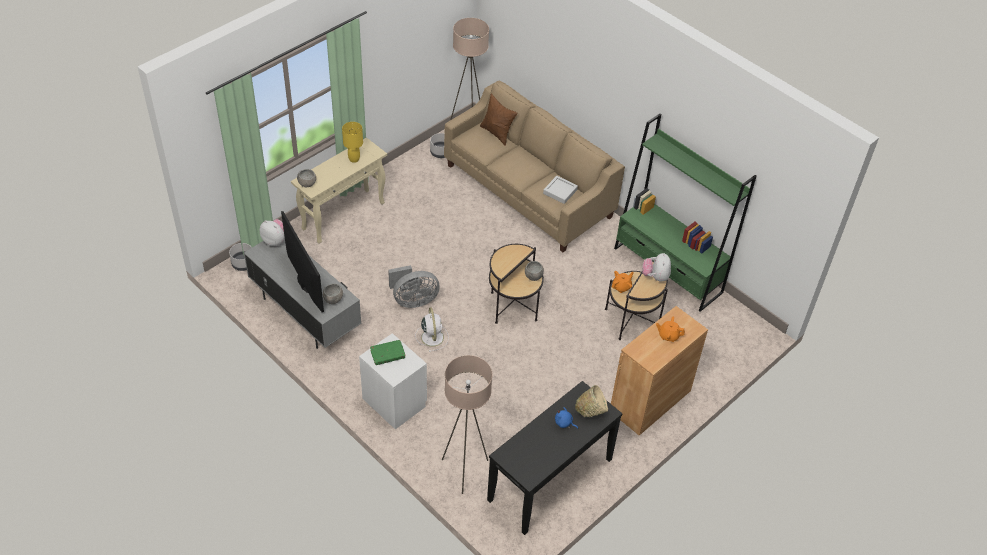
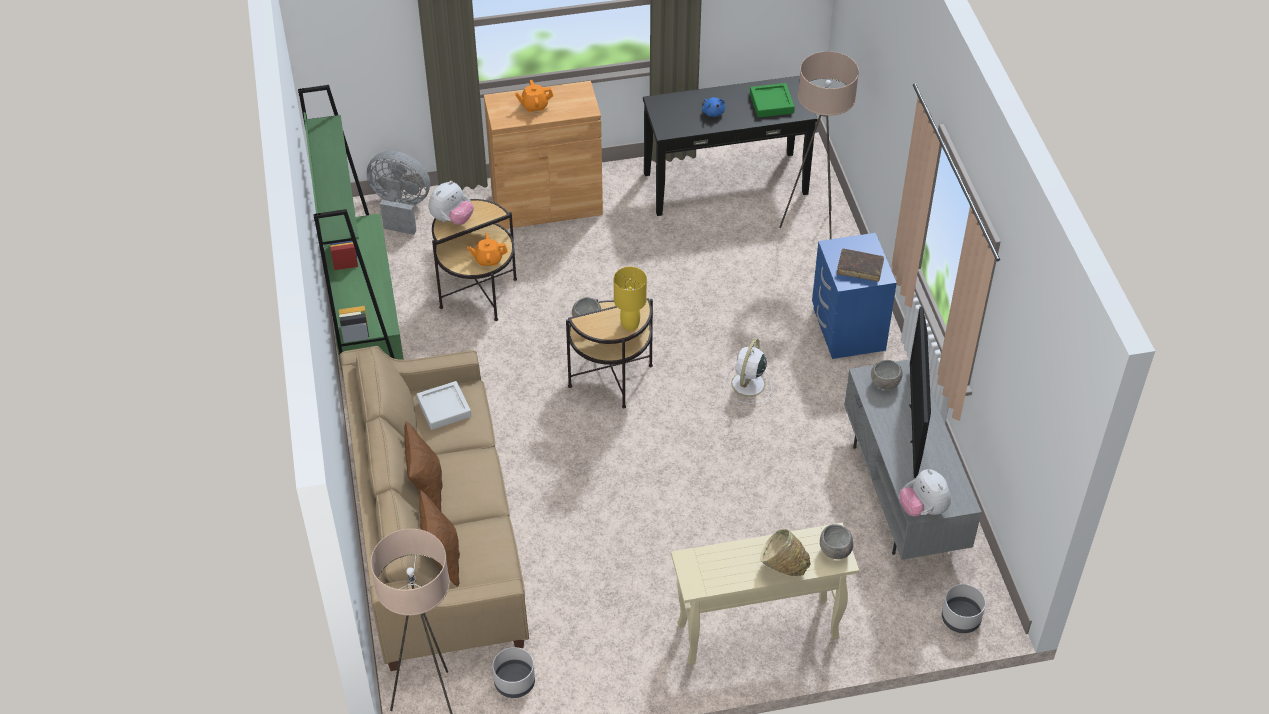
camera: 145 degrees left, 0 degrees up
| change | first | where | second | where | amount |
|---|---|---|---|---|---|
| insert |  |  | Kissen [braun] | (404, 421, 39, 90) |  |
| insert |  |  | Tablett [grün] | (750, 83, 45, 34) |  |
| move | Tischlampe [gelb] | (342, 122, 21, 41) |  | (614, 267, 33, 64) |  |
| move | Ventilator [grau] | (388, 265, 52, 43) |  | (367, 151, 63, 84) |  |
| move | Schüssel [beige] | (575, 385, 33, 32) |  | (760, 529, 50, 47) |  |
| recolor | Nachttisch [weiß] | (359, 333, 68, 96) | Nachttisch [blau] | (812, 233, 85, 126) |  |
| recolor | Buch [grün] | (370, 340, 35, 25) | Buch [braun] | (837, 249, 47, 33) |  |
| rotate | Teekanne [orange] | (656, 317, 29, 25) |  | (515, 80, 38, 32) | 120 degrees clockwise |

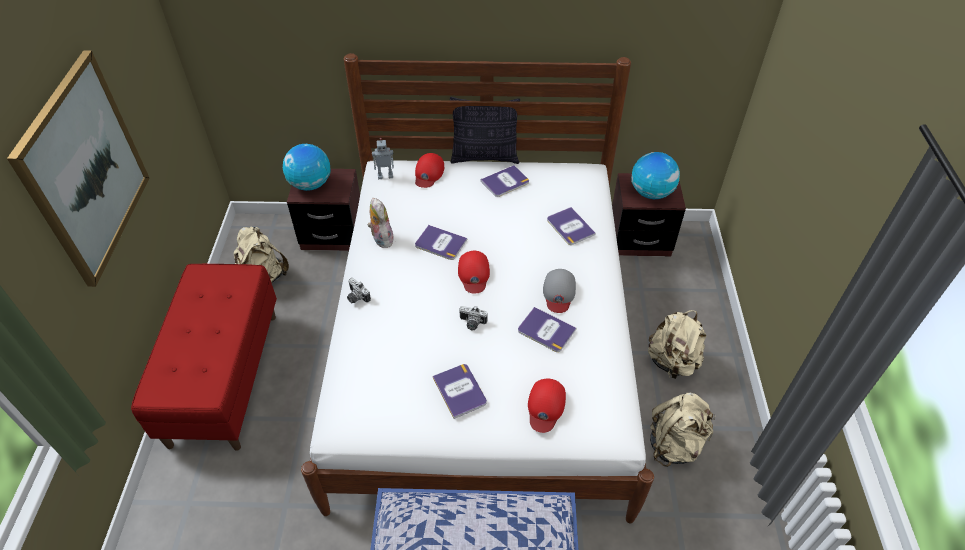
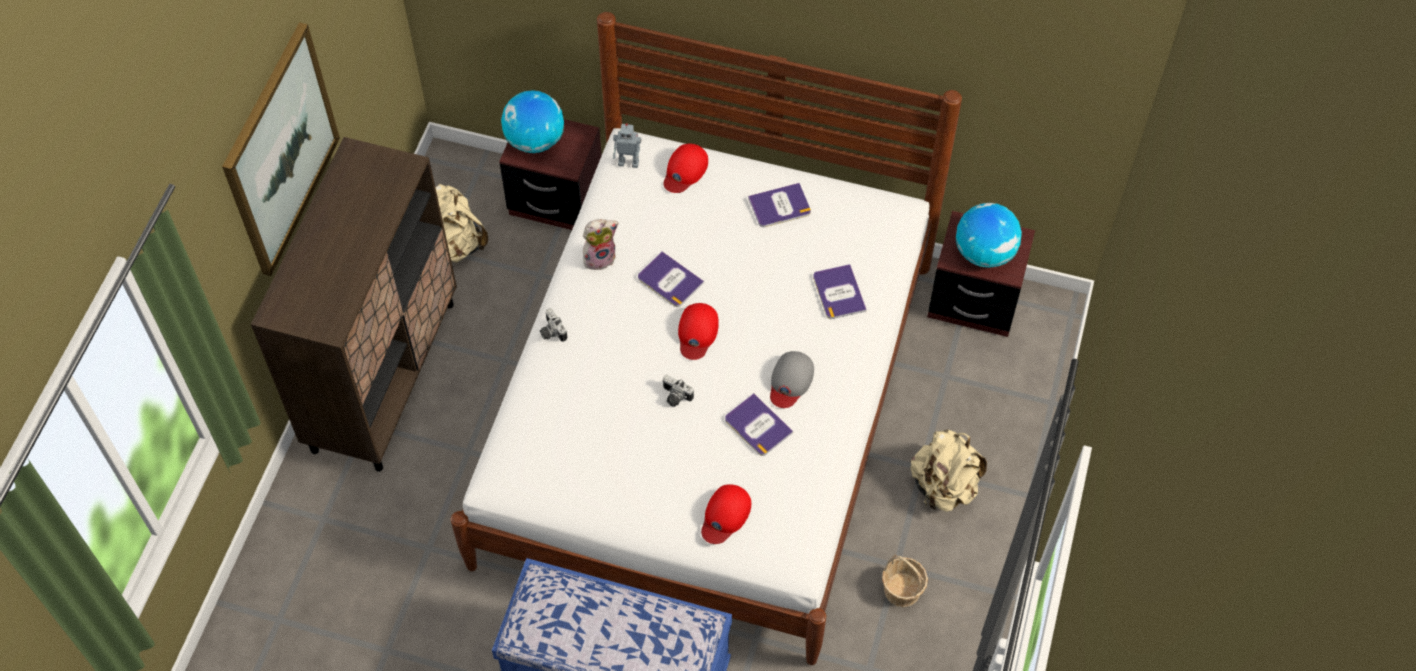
camera: 15 degrees right, 10 degrees up
| change | first | where | second | where | amount |
|---|---|---|---|---|---|
| delete | Buch | (433, 364, 54, 55) |  |  |  |
| delete | Kissen | (450, 97, 70, 67) |  |  |  |
| replace | Bank [rot] | (131, 264, 146, 187) | Schrank [braun] | (251, 137, 206, 335) |  |
| replace | Rucksack [beige] | (650, 393, 65, 74) | Korb | (882, 555, 46, 52) |  |
| rotate | Plüschtier | (367, 198, 27, 50) |  | (583, 219, 36, 51) | 75 degrees clockwise |

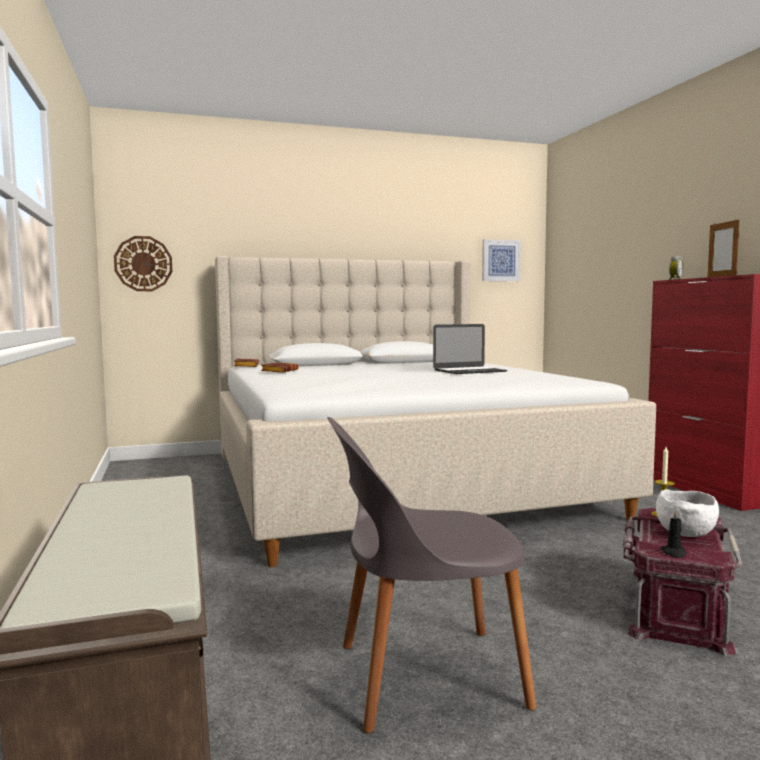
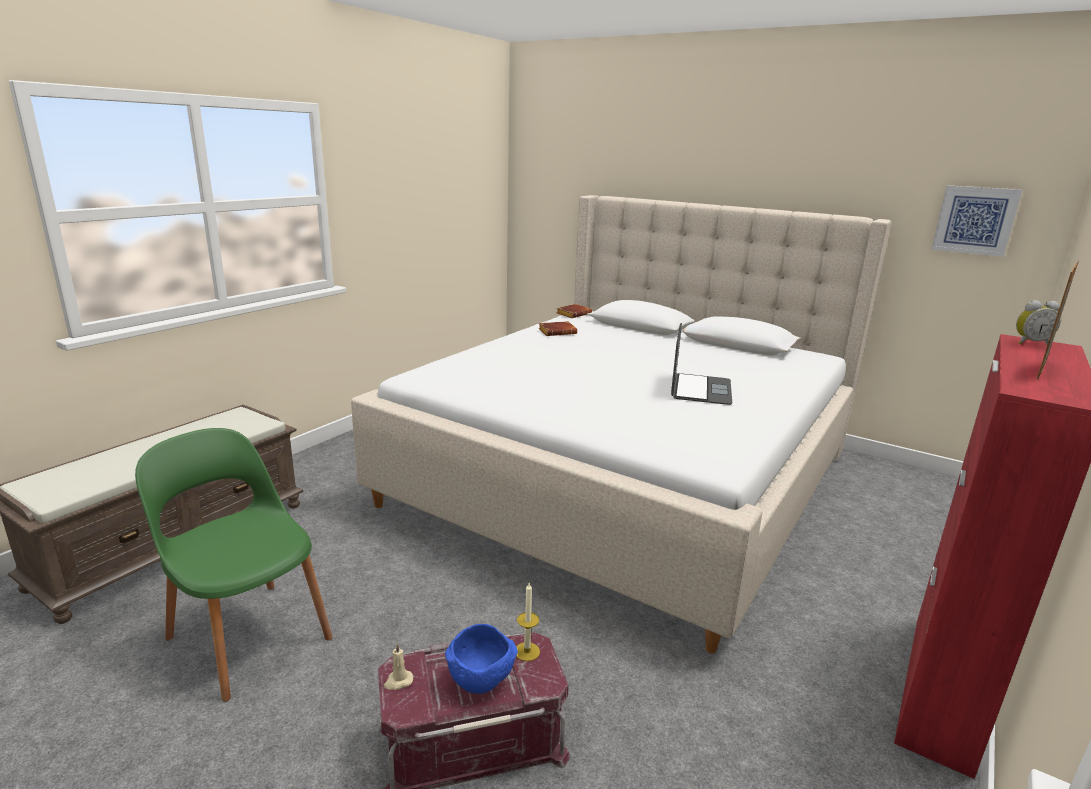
camera: 50 degrees right, 15 degrees up
| change | first | where | second | where | amount |
|---|---|---|---|---|---|
| delete | Wanduhr | (114, 236, 58, 55) |  |  |  |
| recolor | Stuhl [grau] | (327, 417, 210, 316) | Stuhl [grün] | (135, 428, 198, 274) |  |
| recolor | Schüssel [weiß] | (656, 489, 63, 48) | Schüssel [blau] | (445, 624, 73, 70) |  |
| recolor | Kerze [schwarz] | (661, 510, 25, 48) | Kerze [beige] | (384, 643, 29, 47) |  |
| rotate | Laptop | (433, 324, 74, 50) |  | (671, 323, 61, 82) | 105 degrees counterclockwise |

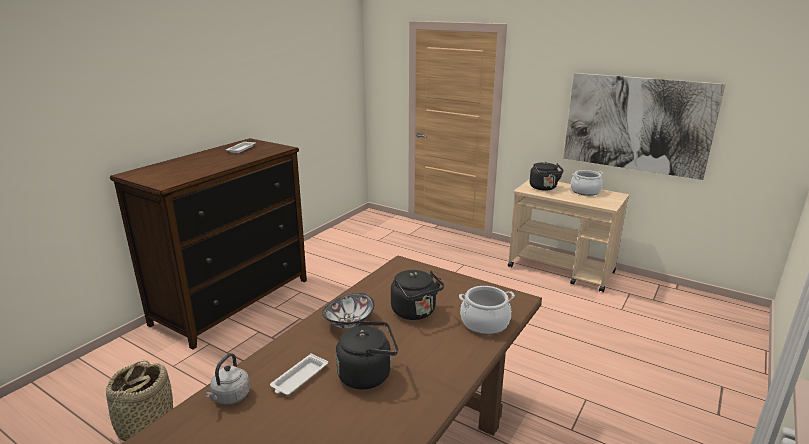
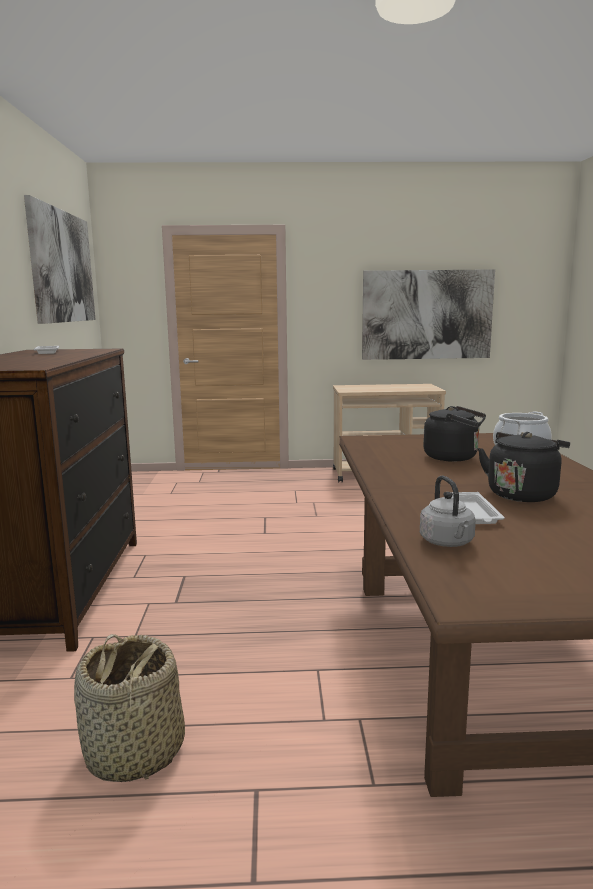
camera: 35 degrees left, 10 degrees down
| change | first | where | second | where | amount |
|---|---|---|---|---|---|
| delete | Schüssel | (322, 293, 52, 35) |  |  |  |
| delete | Wasserkessel [schwarz] | (530, 162, 34, 29) |  |  |  |
| delete | Kochtopf | (571, 170, 32, 26) |  |  |  |
| insert |  |  | Bild | (24, 195, 72, 129) |  |

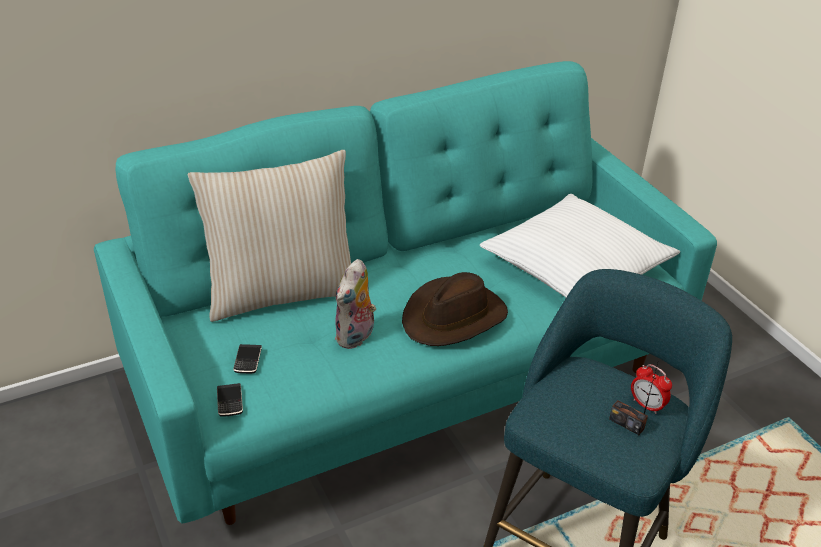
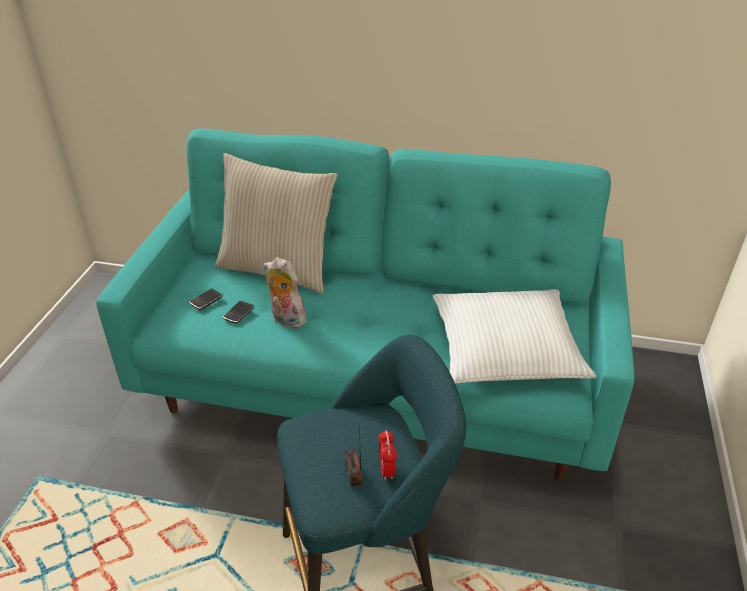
camera: 40 degrees right, 0 degrees up
| change | first | where | second | where | amount |
|---|---|---|---|---|---|
| delete | Hut [braun] | (402, 272, 106, 74) |  |  |  |
| move | Handy | (217, 383, 26, 34) |  | (223, 301, 31, 23) |  |
| rotate | Plüschtier | (335, 259, 41, 90) |  | (264, 257, 45, 71) | 60 degrees clockwise |

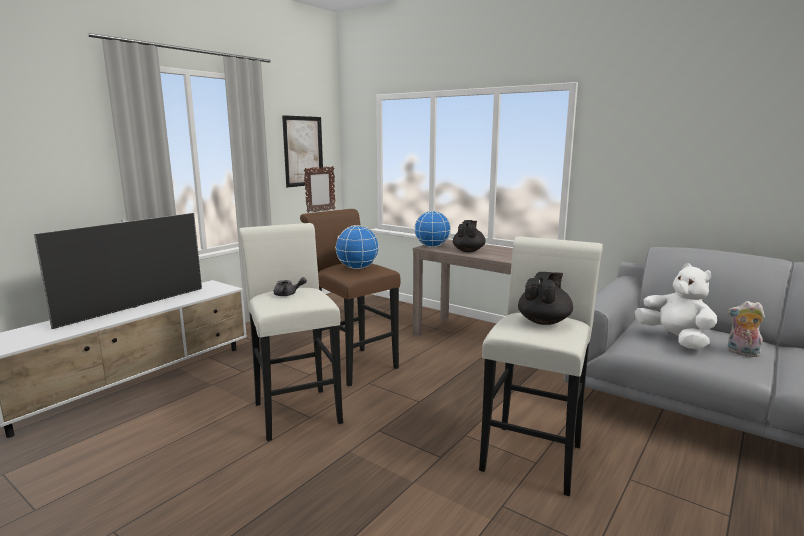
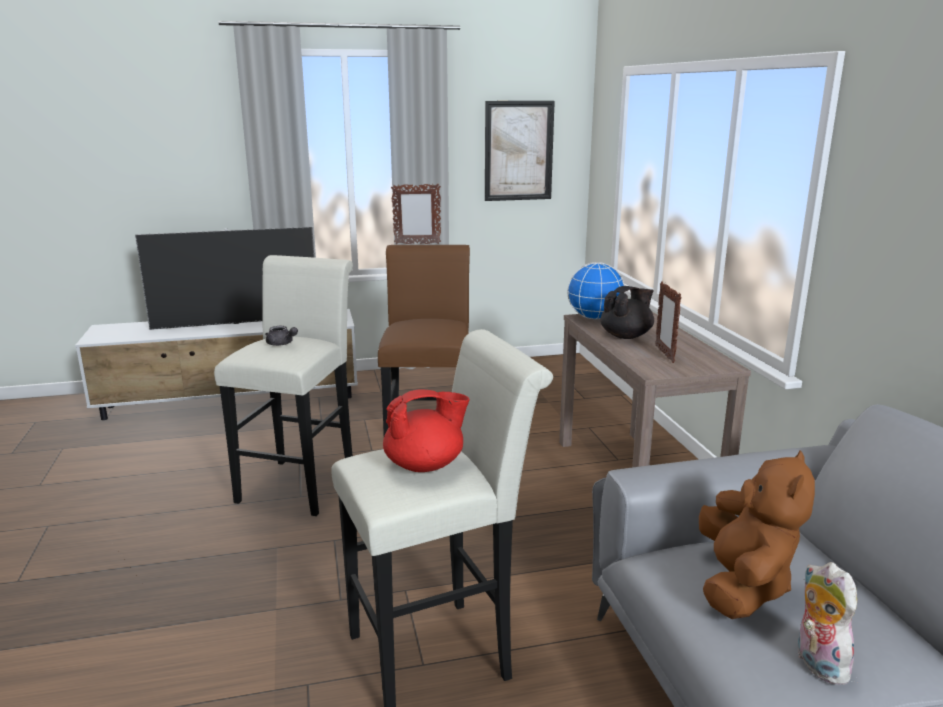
camera: 40 degrees right, 5 degrees up
| change | first | where | second | where | amount |
|---|---|---|---|---|---|
| delete | Globus | (335, 225, 44, 44) |  |  |  |
| insert |  |  | Bilderrahmen | (655, 281, 26, 82) |  |
| recolor | Teekanne [schwarz] | (518, 272, 55, 53) | Teekanne [rot] | (383, 390, 86, 82) |  |
| recolor | Plüschtier [weiß] | (635, 263, 82, 87) | Plüschtier [braun] | (699, 451, 116, 168) |  |

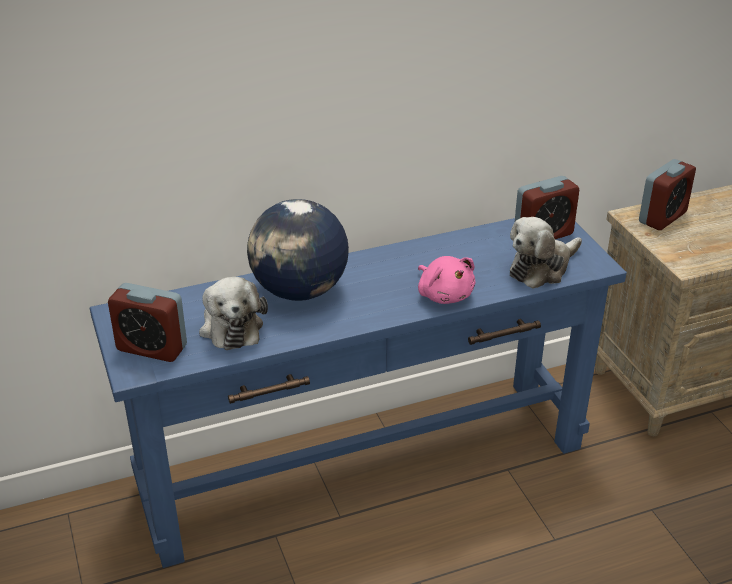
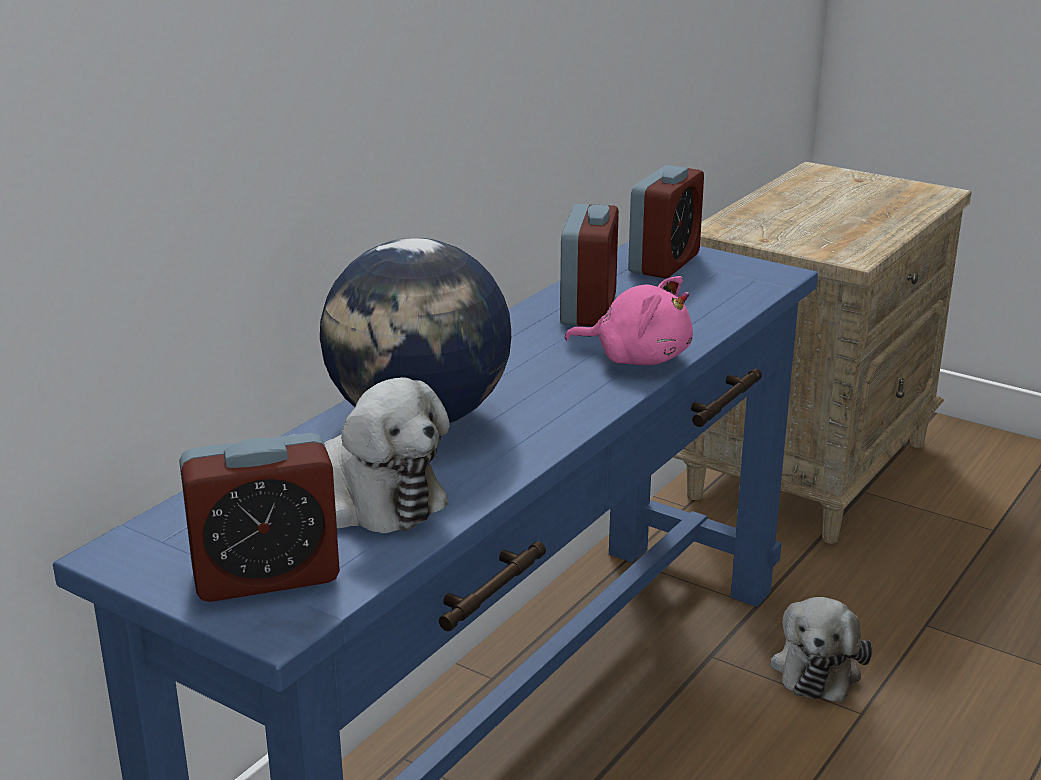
camera: 35 degrees left, 10 degrees down
| change | first | where | second | where | amount |
|---|---|---|---|---|---|
| move | Plüschtier | (510, 217, 72, 72) |  | (770, 597, 102, 105) |  |
| move | Wecker | (639, 159, 57, 71) |  | (560, 204, 59, 122) |  |

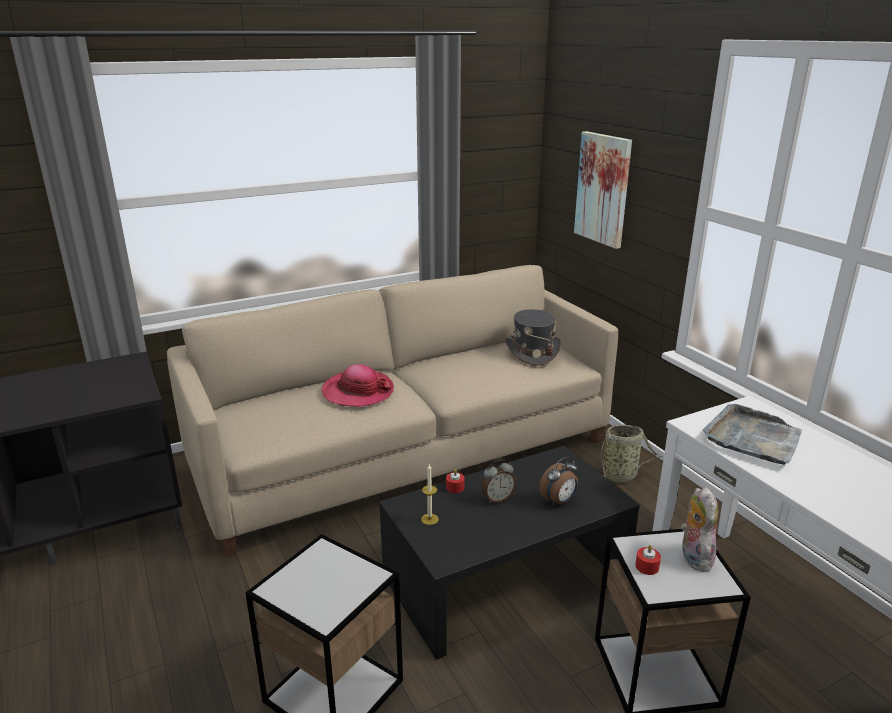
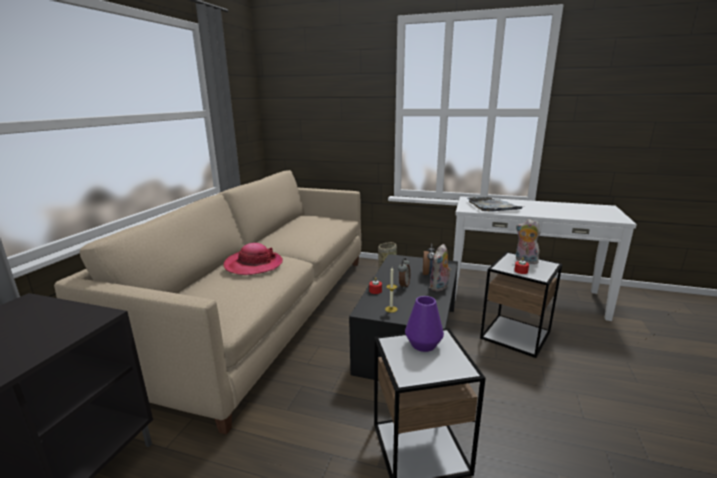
camera: 45 degrees left, 5 degrees down
| change | first | where | second | where | amount |
|---|---|---|---|---|---|
| delete | Hut [grau] | (505, 309, 57, 57) |  |  |  |
| delete | Bild | (574, 131, 58, 118) |  |  |  |
| insert |  |  | Vase [lila] | (405, 296, 39, 56) |  |
| insert |  |  | Plüschtier | (429, 244, 22, 48) |  |

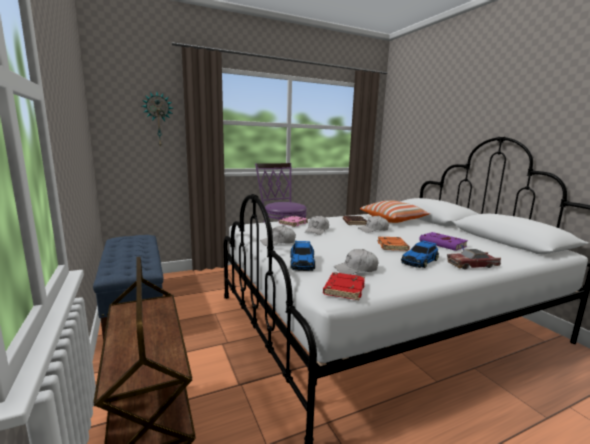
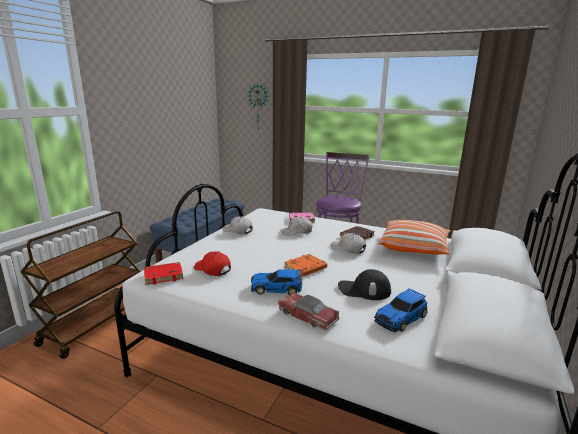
camera: 50 degrees right, 5 degrees up
| change | first | where | second | where | amount |
|---|---|---|---|---|---|
| move | Spielzeugauto | (290, 241, 25, 30) |  | (374, 288, 53, 45) |  |
| replace | Buch [lila] | (419, 232, 49, 19) | Kappe [schwarz] | (338, 269, 53, 31) |  |
| recolor | Kappe [weiß] | (334, 249, 44, 25) | Kappe [rot] | (194, 252, 37, 24) |  |

